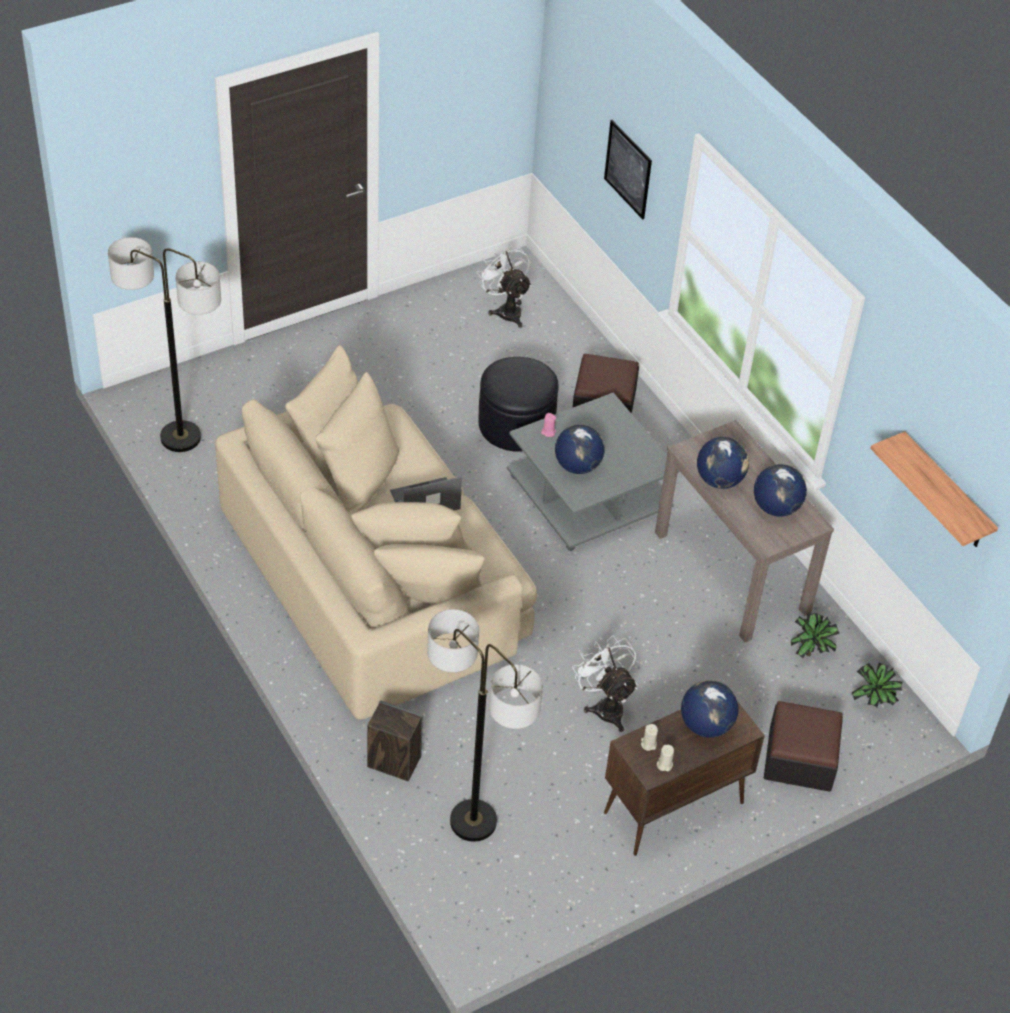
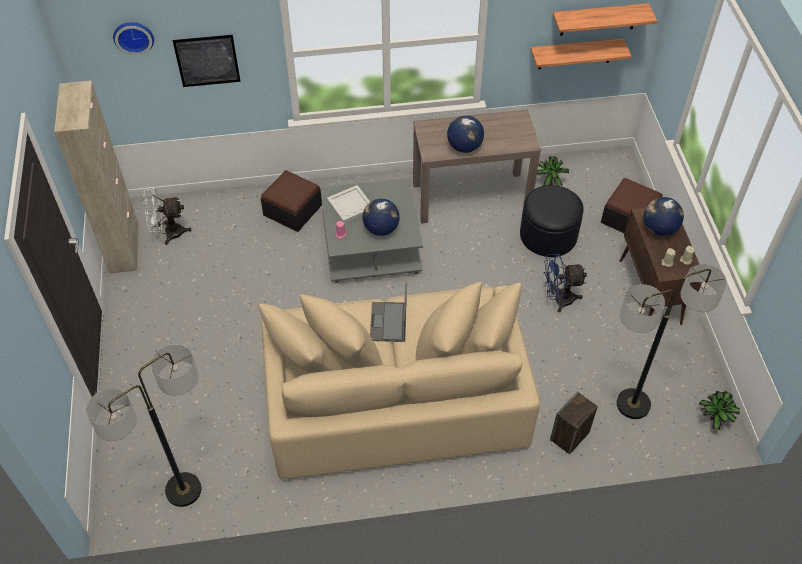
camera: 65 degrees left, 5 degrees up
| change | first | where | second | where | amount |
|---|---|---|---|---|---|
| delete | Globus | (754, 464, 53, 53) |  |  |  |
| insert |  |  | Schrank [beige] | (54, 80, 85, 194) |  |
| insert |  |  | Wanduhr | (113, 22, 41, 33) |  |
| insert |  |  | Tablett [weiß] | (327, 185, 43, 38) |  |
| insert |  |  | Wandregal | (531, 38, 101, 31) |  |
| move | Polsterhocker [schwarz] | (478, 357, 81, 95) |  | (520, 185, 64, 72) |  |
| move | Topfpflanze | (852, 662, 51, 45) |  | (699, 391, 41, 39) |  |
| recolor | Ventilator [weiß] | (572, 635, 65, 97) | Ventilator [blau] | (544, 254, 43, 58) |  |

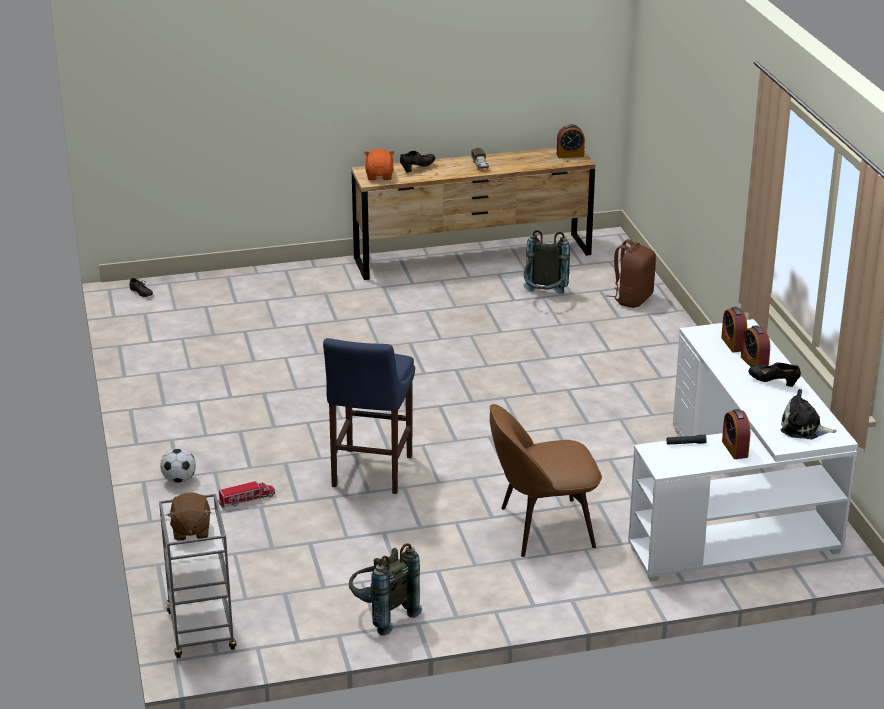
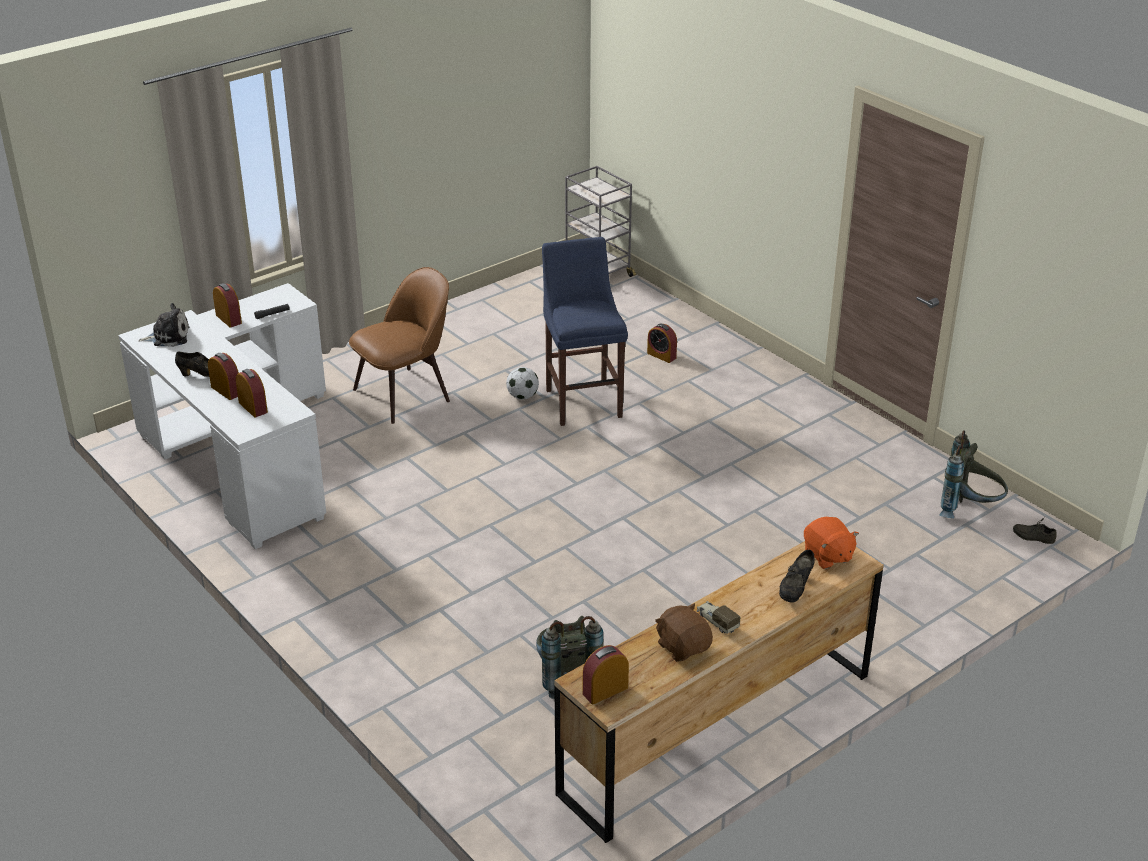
camera: 155 degrees right, 5 degrees up
| change | first | where | second | where | amount |
|---|---|---|---|---|---|
| delete | Rucksack [braun] | (606, 239, 50, 69) |  |  |  |
| move | Fußball | (160, 448, 36, 35) |  | (506, 367, 33, 33) |  |
| move | Plüschtier [braun] | (167, 493, 44, 48) |  | (655, 603, 58, 59) |  |
| move | Rucksack [grau] | (349, 543, 73, 93) |  | (939, 430, 69, 88) |  |
| replace | Spielzeuglaster | (218, 481, 57, 27) | Wecker | (647, 324, 30, 39) |  |

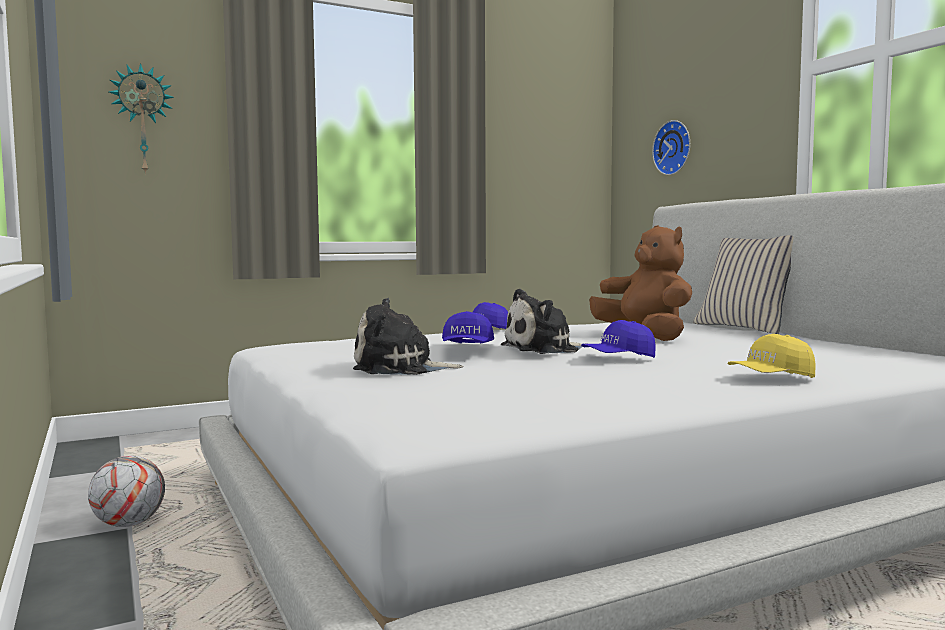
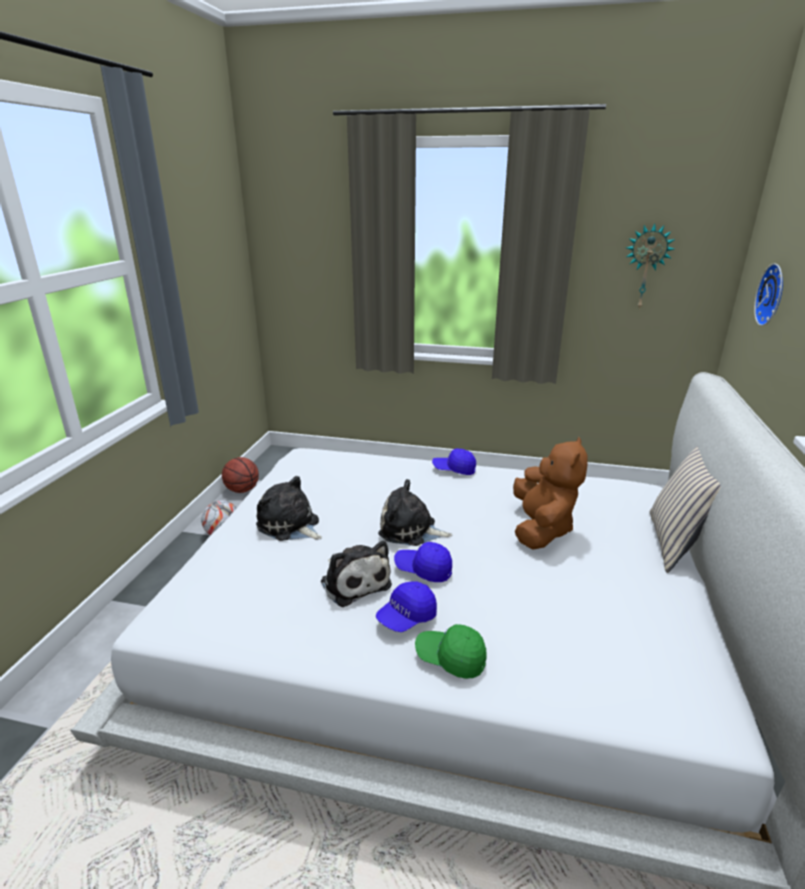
camera: 40 degrees right, 20 degrees up
| change | first | where | second | where | amount |
|---|---|---|---|---|---|
| insert |  |  | Basketball | (222, 457, 37, 36) |  |
| insert |  |  | Plüschtier | (321, 541, 71, 66) |  |
| move | Wanduhr | (109, 63, 65, 112) |  | (626, 223, 49, 86) |  |
| move | Kappe [blau] | (442, 311, 52, 33) |  | (376, 581, 61, 51) |  |
| recolor | Kappe [gelb] | (727, 334, 89, 44) | Kappe [grün] | (415, 624, 71, 55) |  |

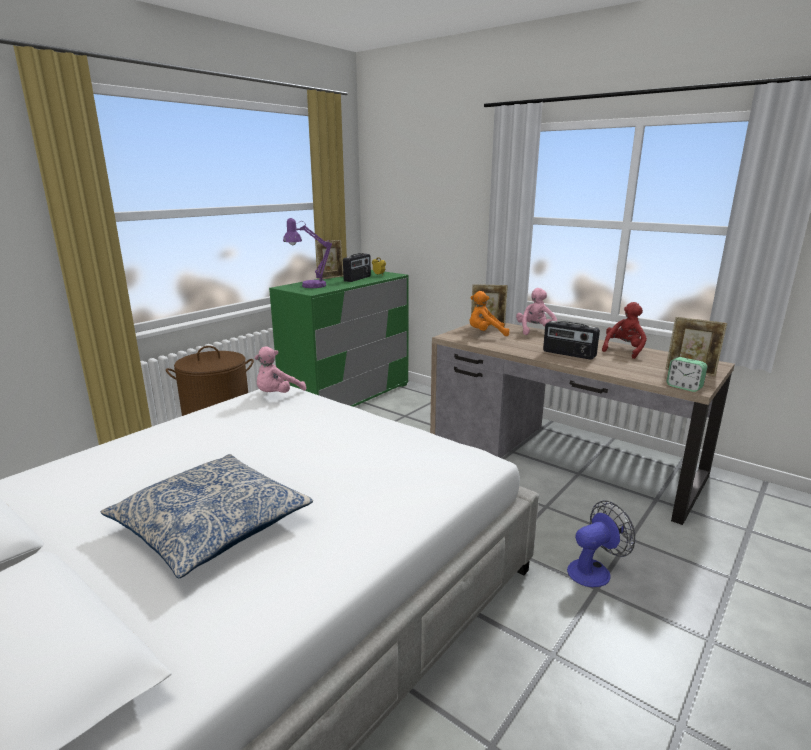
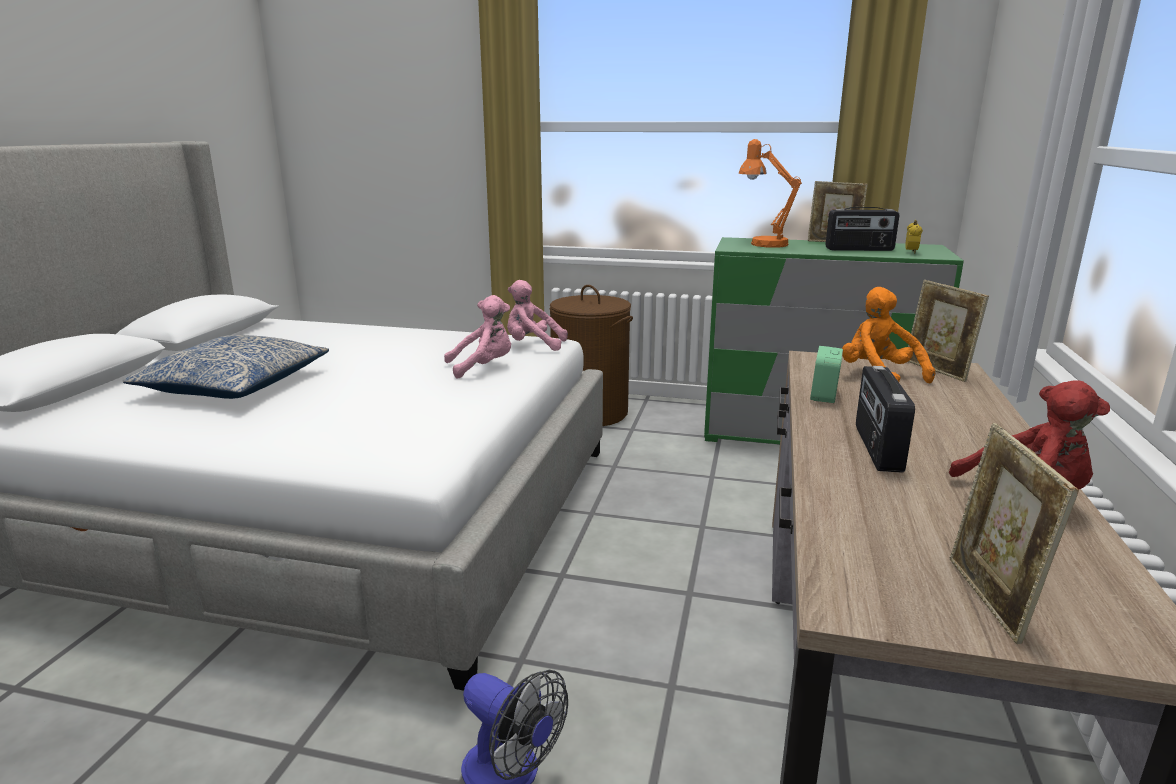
camera: 65 degrees right, 0 degrees up
| change | first | where | second | where | amount |
|---|---|---|---|---|---|
| move | Plüschtier [rosa] | (516, 288, 41, 47) |  | (444, 295, 67, 84) |  |
| move | Wecker | (667, 357, 40, 35) |  | (810, 346, 33, 57) |  |
| recolor | Tischlampe [lila] | (283, 218, 49, 70) | Tischlampe [orange] | (739, 139, 63, 108) |  |

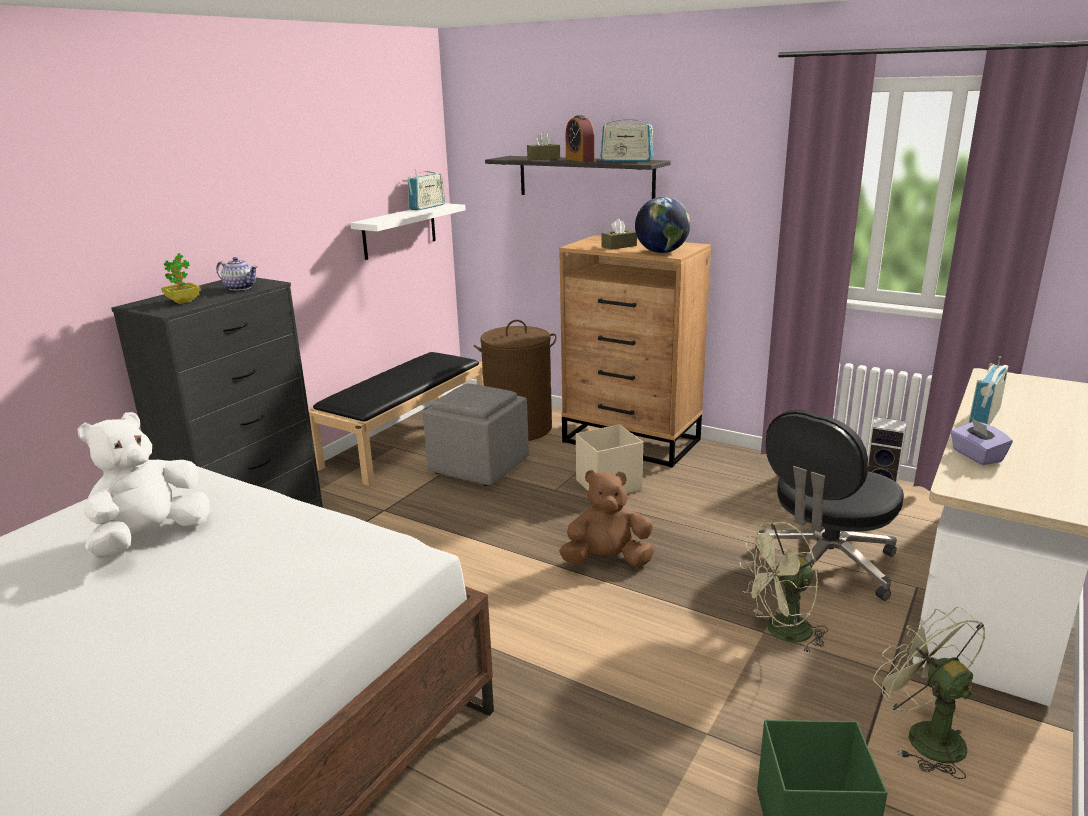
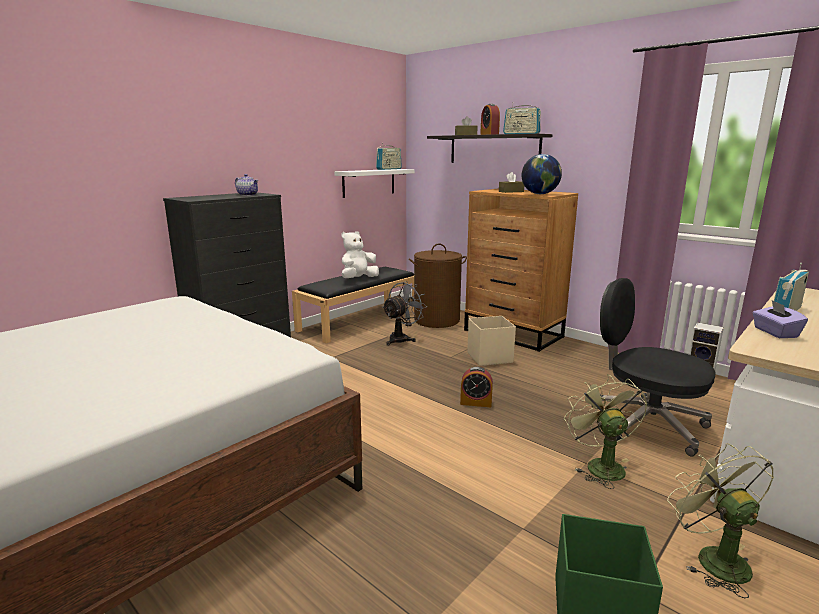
camera: 10 degrees right, 5 degrees down
| change | first | where | second | where | amount |
|---|---|---|---|---|---|
| delete | Topfpflanze | (161, 253, 40, 51) |  |  |  |
| move | Plüschtier [weiß] | (78, 412, 132, 147) |  | (341, 231, 38, 47) |  |
| replace | Polsterhocker [grau] | (423, 384, 106, 102) | Ventilator [grau] | (382, 281, 45, 65) |  |
| replace | Plüschtier [braun] | (559, 470, 95, 97) | Wecker | (460, 367, 33, 40) |  |
| rotate | Ventilator [grün] | (739, 522, 89, 130) |  | (564, 374, 83, 115) | 90 degrees clockwise |
| rotate | Bürostuhl [schwarz] | (755, 409, 149, 192) |  | (591, 278, 125, 179) | 75 degrees clockwise |

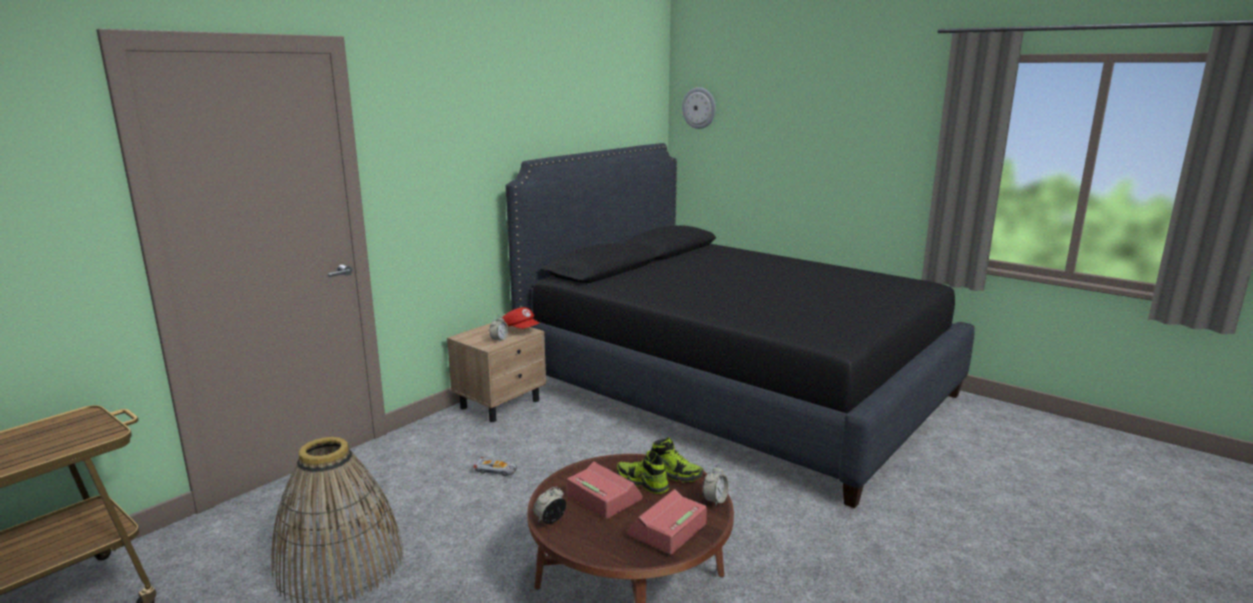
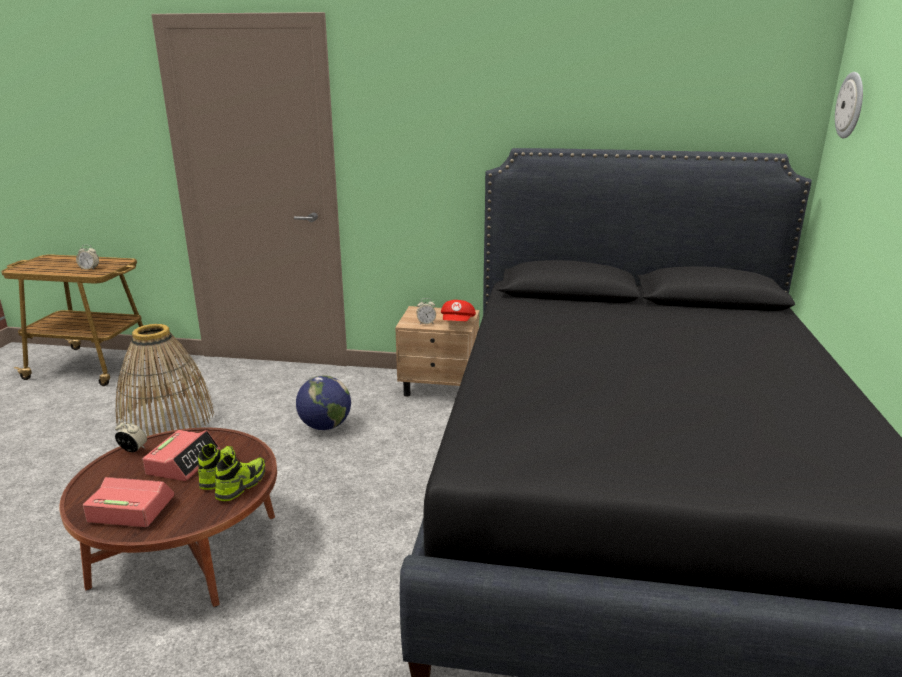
camera: 60 degrees right, 5 degrees up
| change | first | where | second | where | amount |
|---|---|---|---|---|---|
| move | Wecker | (703, 464, 26, 43) |  | (76, 245, 23, 25) |  |
| replace | Spielzeugauto | (473, 457, 44, 19) | Globus | (296, 375, 55, 55) |  |
| rotate | Schuh | (651, 437, 53, 45) |  | (215, 454, 50, 47) | 150 degrees counterclockwise |

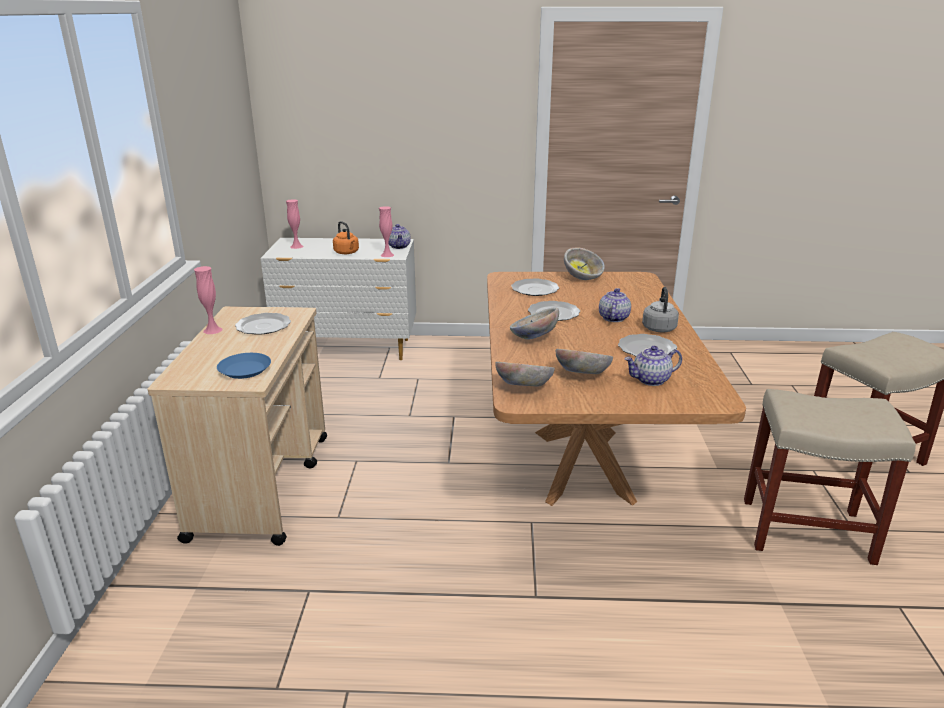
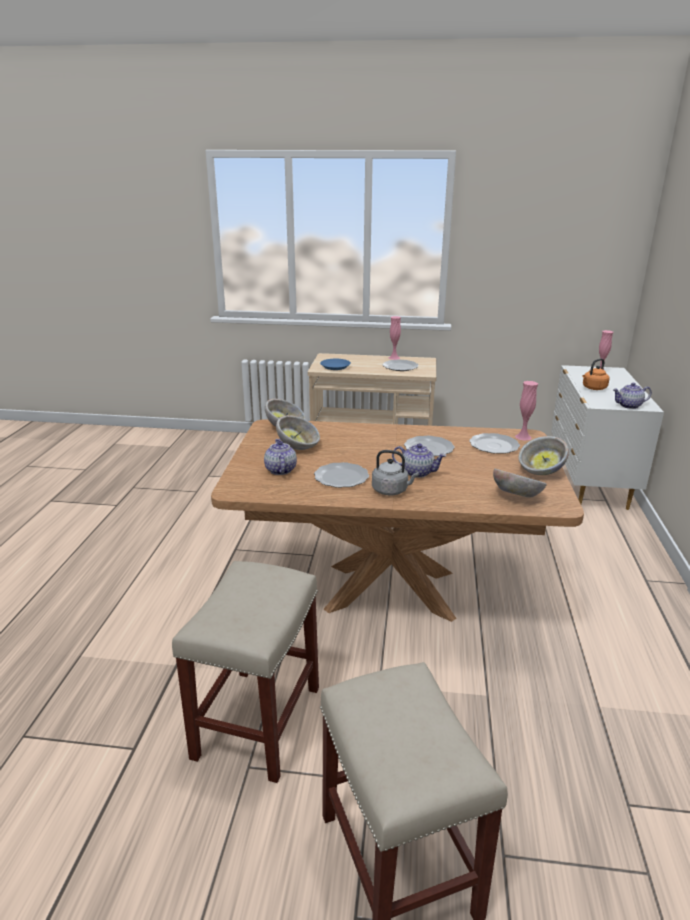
camera: 95 degrees right, 0 degrees up
| change | first | where | second | where | amount |
|---|---|---|---|---|---|
| move | Vase [rosa] | (379, 206, 15, 51) |  | (515, 381, 23, 60) |  |
| move | Schüssel | (510, 307, 49, 33) |  | (493, 469, 54, 29) |  |

